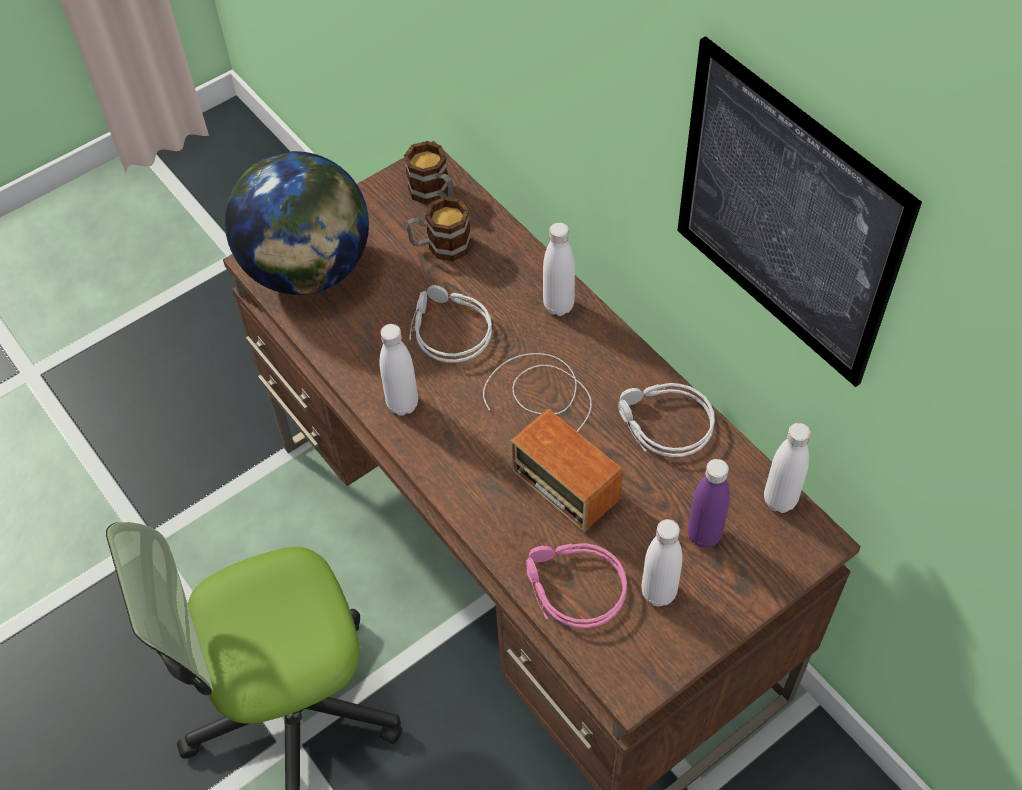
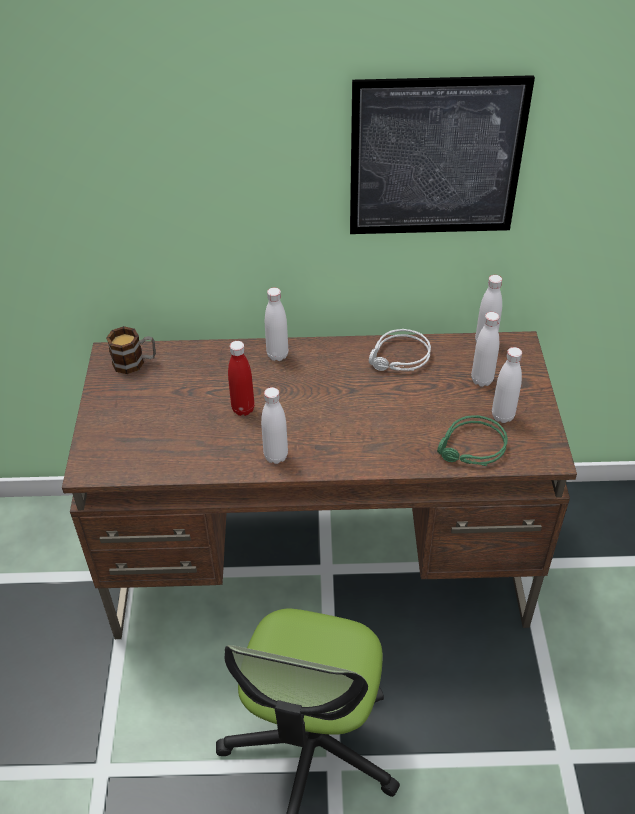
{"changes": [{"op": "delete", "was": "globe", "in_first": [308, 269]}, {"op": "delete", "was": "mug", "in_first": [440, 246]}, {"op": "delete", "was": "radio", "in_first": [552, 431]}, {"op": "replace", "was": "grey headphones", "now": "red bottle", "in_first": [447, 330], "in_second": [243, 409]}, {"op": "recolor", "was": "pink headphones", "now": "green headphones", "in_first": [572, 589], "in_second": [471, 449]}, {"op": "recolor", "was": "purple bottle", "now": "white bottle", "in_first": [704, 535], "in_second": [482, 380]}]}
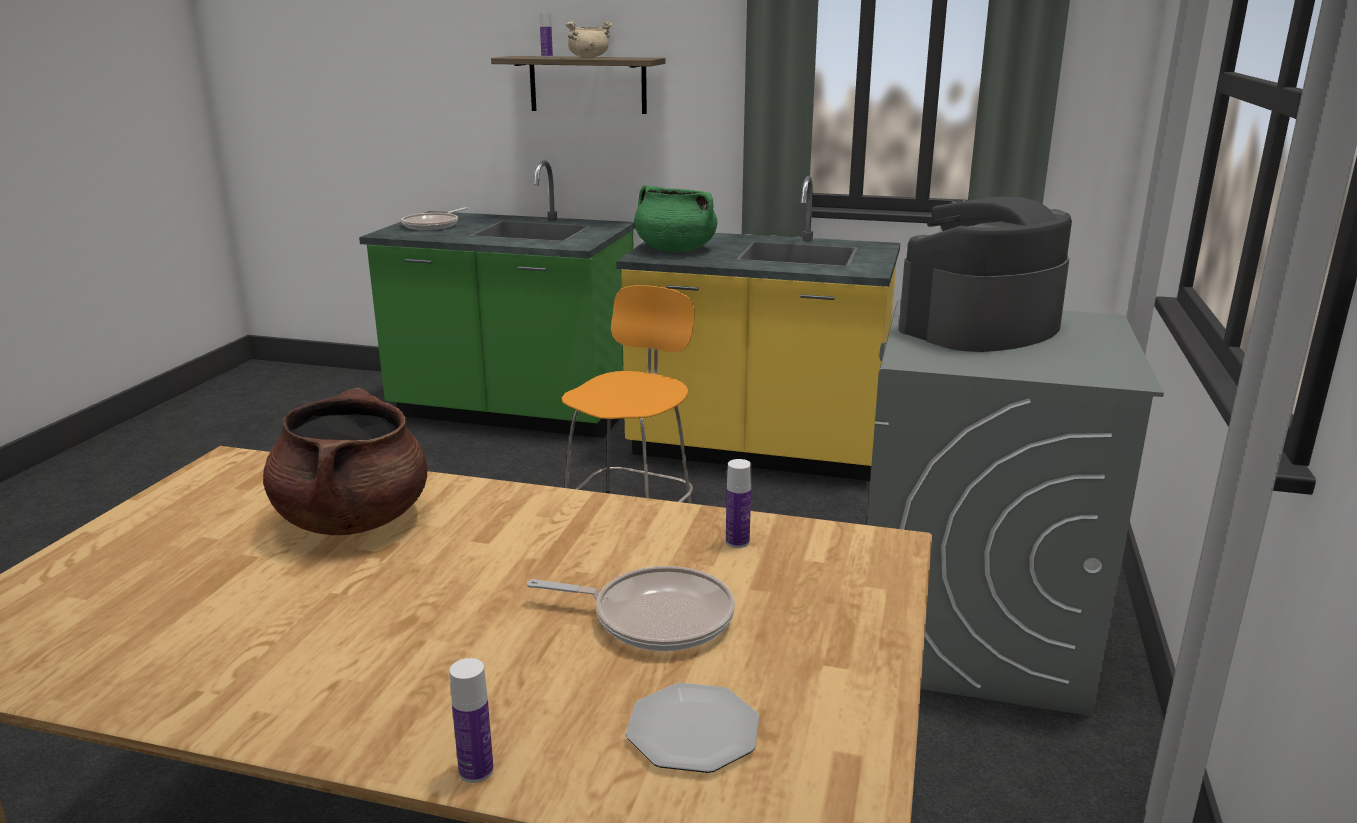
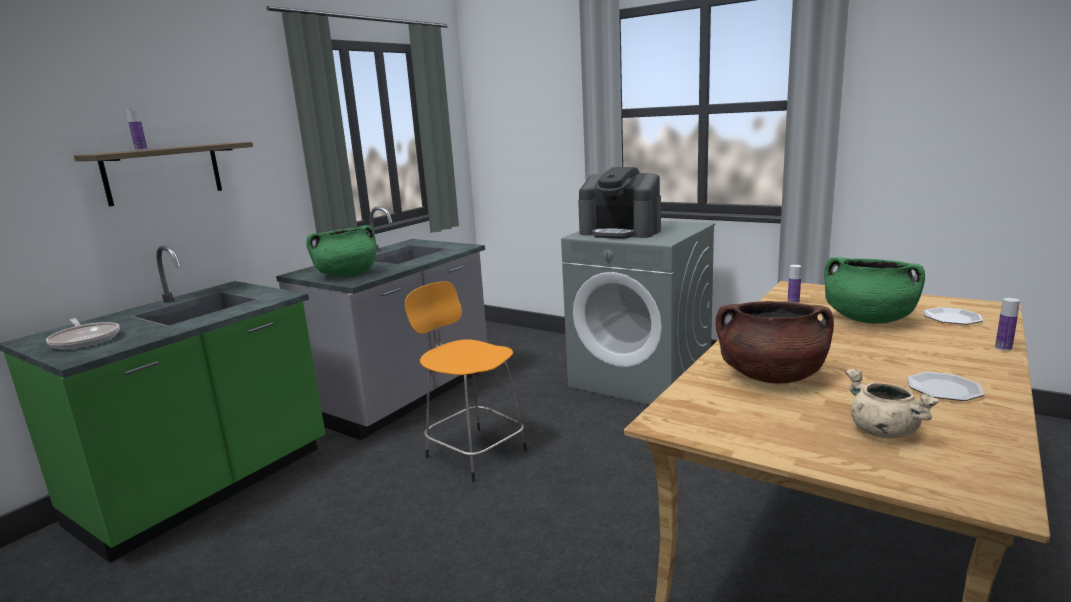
{"changes": [{"op": "insert", "now": "plate", "in_second": [944, 389]}, {"op": "move", "was": "beige cooking pot", "in_first": [588, 57], "in_second": [882, 431]}, {"op": "replace", "was": "frying pan", "now": "green cooking pot", "in_first": [655, 617], "in_second": [868, 319]}, {"op": "recolor", "was": "yellow counter", "now": "grey counter", "in_first": [757, 450], "in_second": [404, 396]}, {"op": "rotate", "was": "coffee machine", "in_first": [979, 328], "in_second": [621, 232], "clockwise": -45}]}
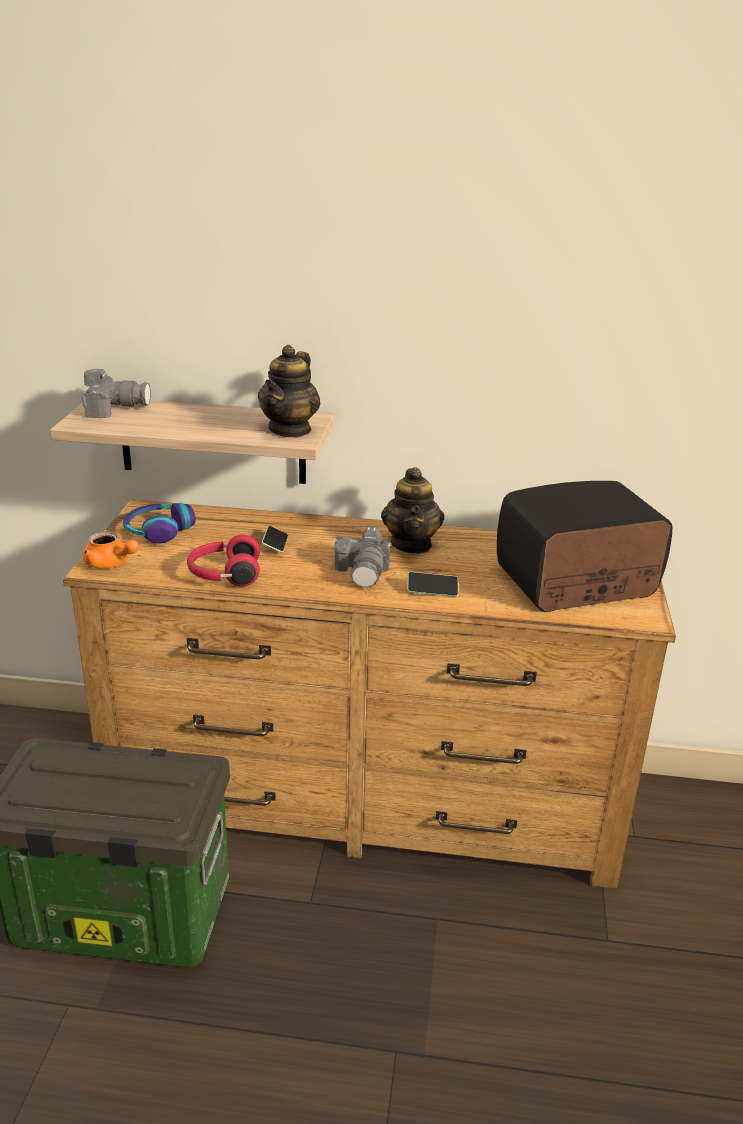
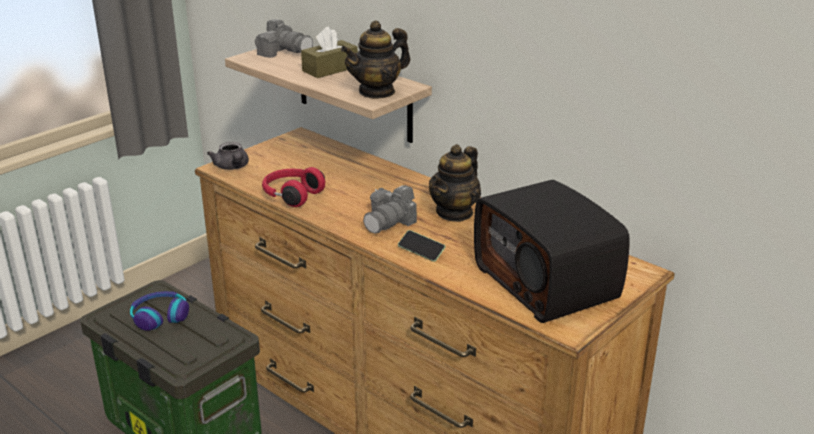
{"changes": [{"op": "delete", "was": "phone", "in_first": [275, 545]}, {"op": "insert", "now": "brown tissue box", "in_second": [330, 69]}, {"op": "move", "was": "headphones", "in_first": [158, 531], "in_second": [160, 316]}, {"op": "recolor", "was": "orange teapot", "now": "grey teapot", "in_first": [110, 564], "in_second": [232, 167]}, {"op": "rotate", "was": "radio", "in_first": [575, 583], "in_second": [548, 282], "clockwise": -135}]}
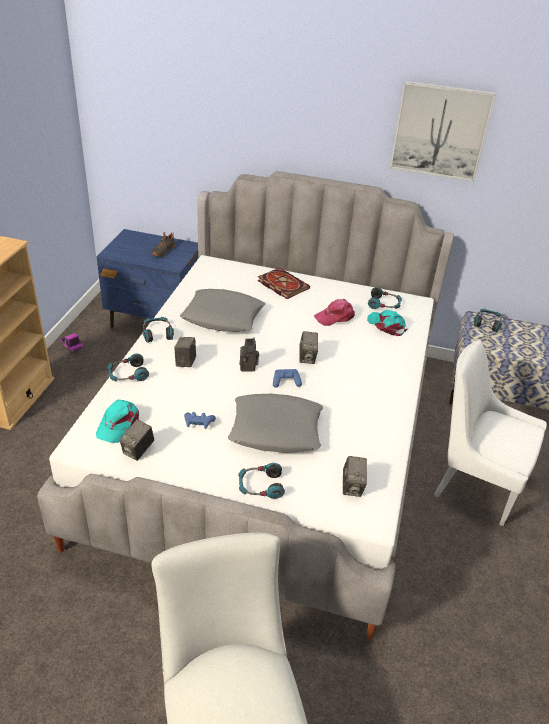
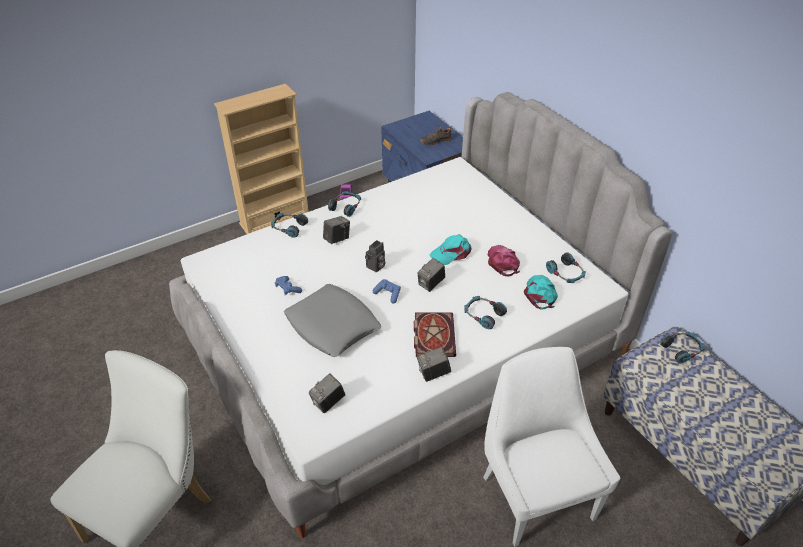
{"changes": [{"op": "delete", "was": "grey pillow", "in_first": [223, 317]}, {"op": "delete", "was": "picture", "in_first": [440, 131]}, {"op": "move", "was": "turquoise cap", "in_first": [118, 424], "in_second": [451, 253]}, {"op": "move", "was": "photo camera", "in_first": [138, 451], "in_second": [433, 373]}, {"op": "move", "was": "headphones", "in_first": [260, 486], "in_second": [483, 315]}, {"op": "move", "was": "book", "in_first": [281, 285], "in_second": [433, 335]}, {"op": "rotate", "was": "pink cap", "in_first": [335, 317], "in_second": [503, 262], "clockwise": 60}]}
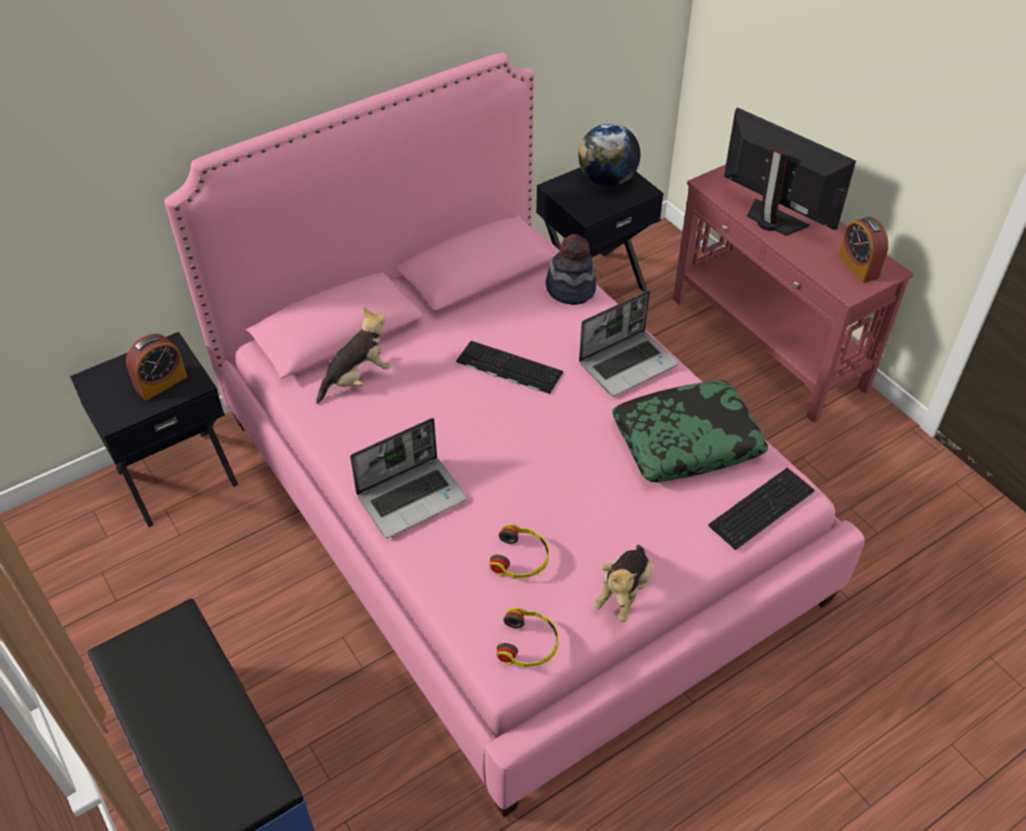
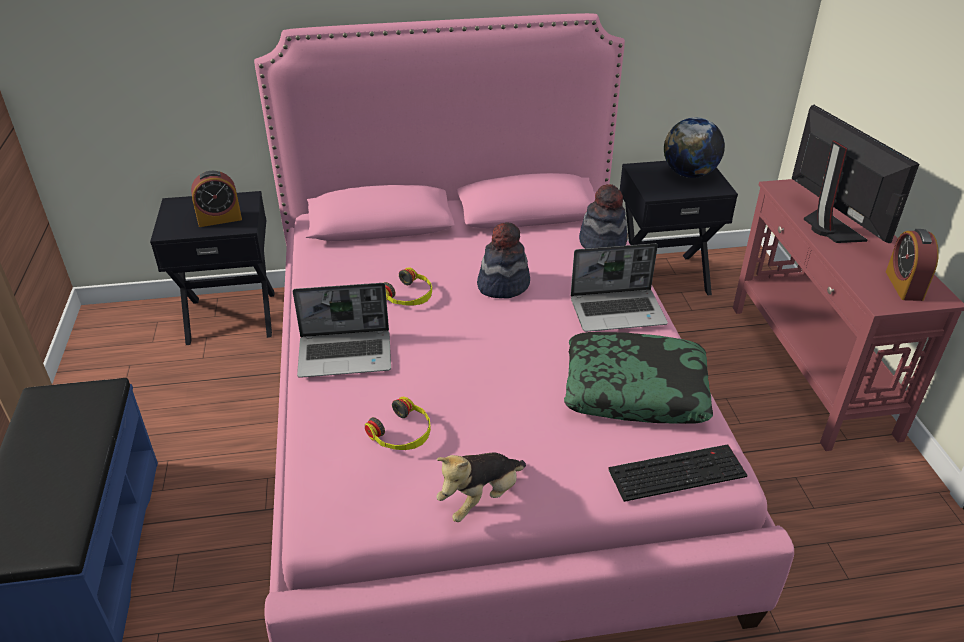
{"changes": [{"op": "delete", "was": "plush toy", "in_first": [357, 378]}, {"op": "move", "was": "headphones", "in_first": [529, 644], "in_second": [409, 296]}, {"op": "replace", "was": "keyboard", "now": "hat", "in_first": [507, 368], "in_second": [503, 284]}]}
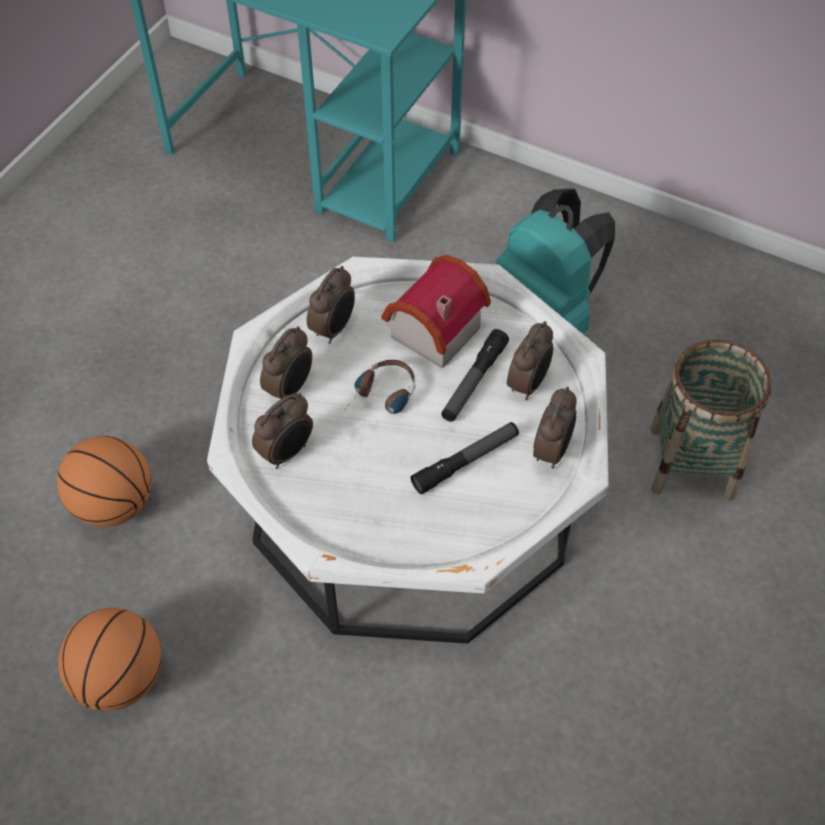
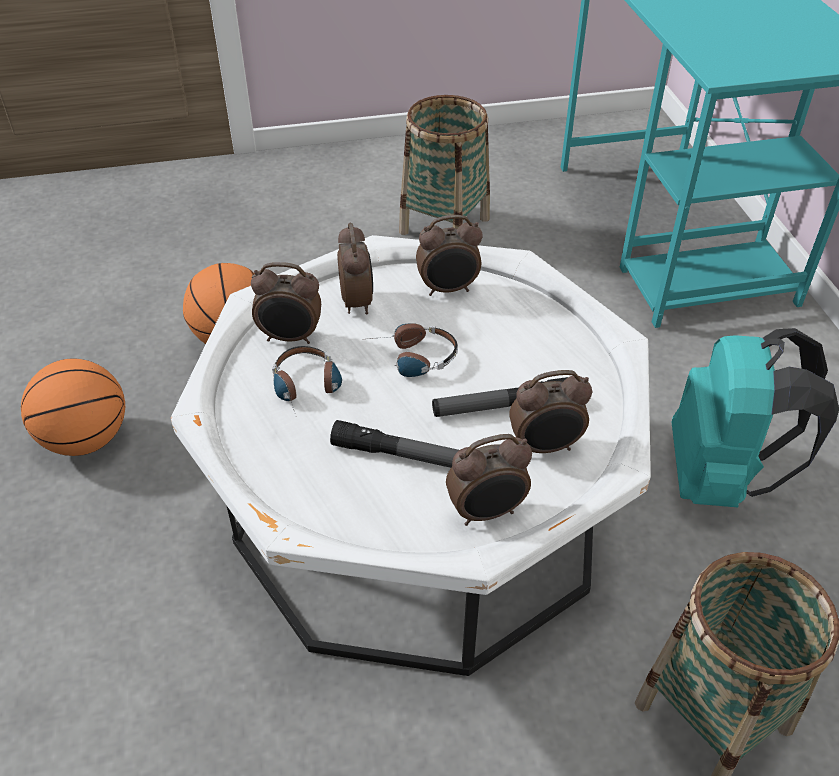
{"changes": [{"op": "delete", "was": "toy house", "in_first": [429, 331]}, {"op": "insert", "now": "headphones", "in_second": [308, 390]}, {"op": "insert", "now": "basket", "in_second": [444, 225]}, {"op": "rotate", "was": "alarm clock", "in_first": [290, 389], "in_second": [358, 302], "clockwise": -90}]}
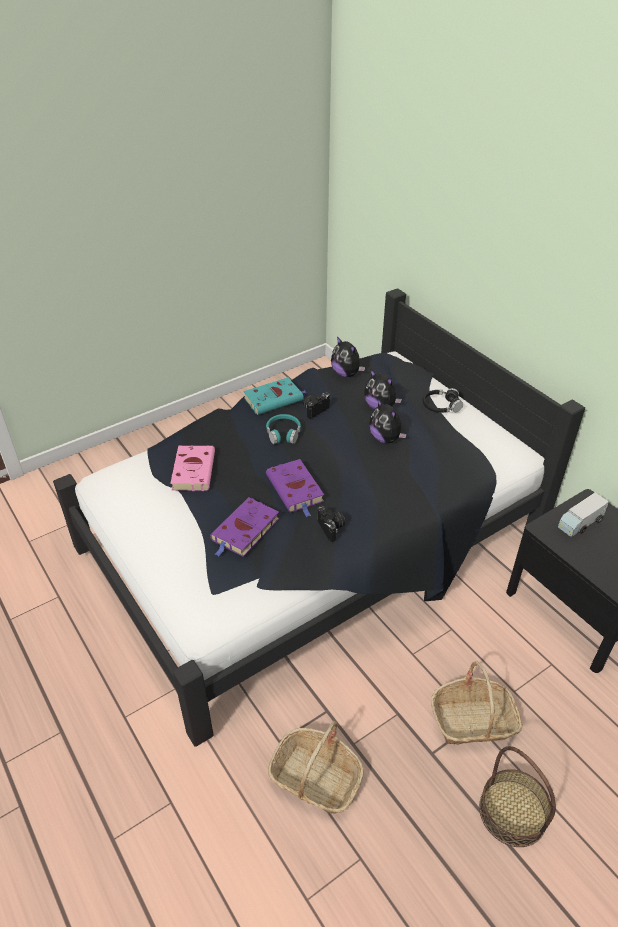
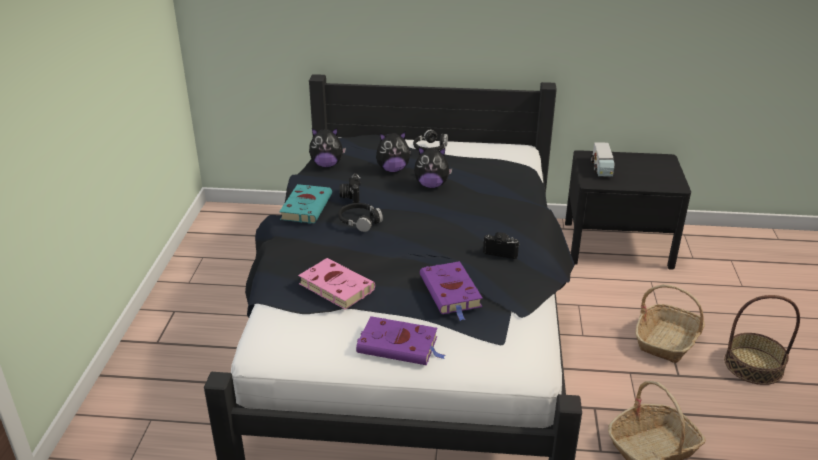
{"changes": [{"op": "move", "was": "purple book", "in_first": [296, 490], "in_second": [400, 345]}, {"op": "recolor", "was": "turquoise headphones", "now": "black headphones", "in_first": [283, 433], "in_second": [359, 221]}]}
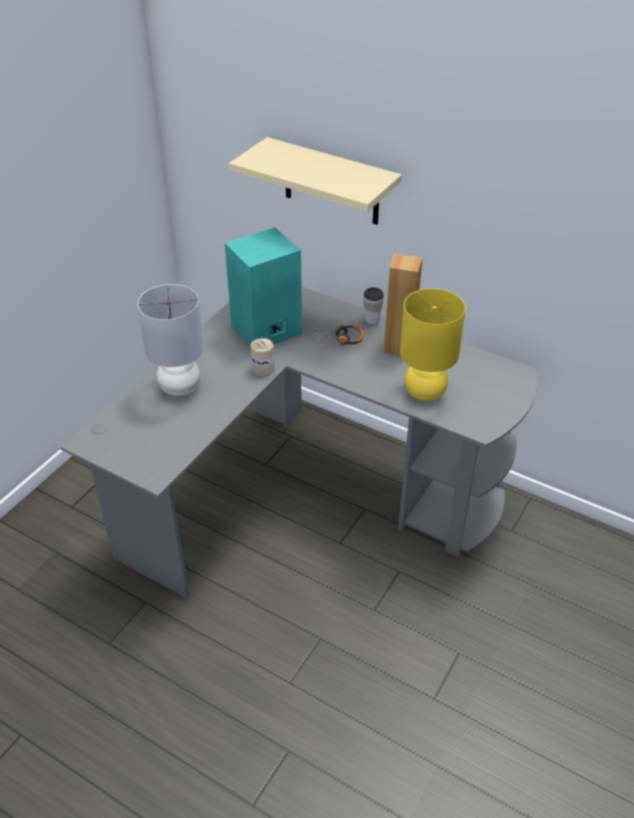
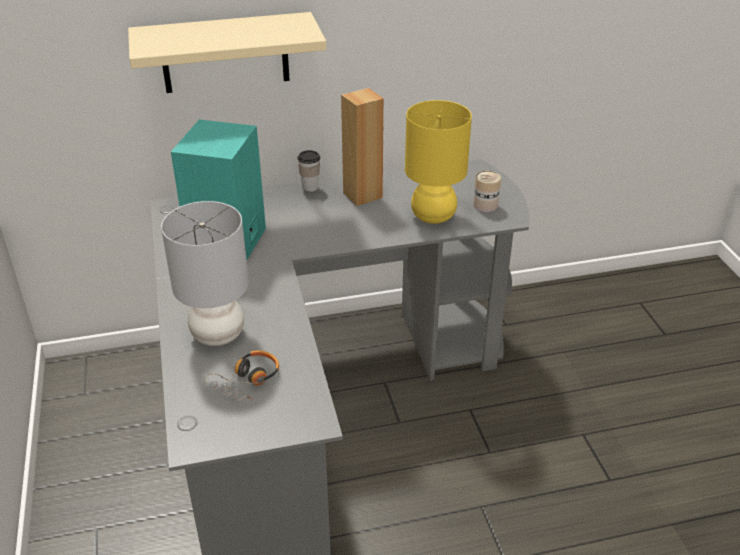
{"changes": [{"op": "move", "was": "can", "in_first": [263, 368], "in_second": [485, 205]}, {"op": "move", "was": "headphones", "in_first": [338, 340], "in_second": [247, 381]}]}
